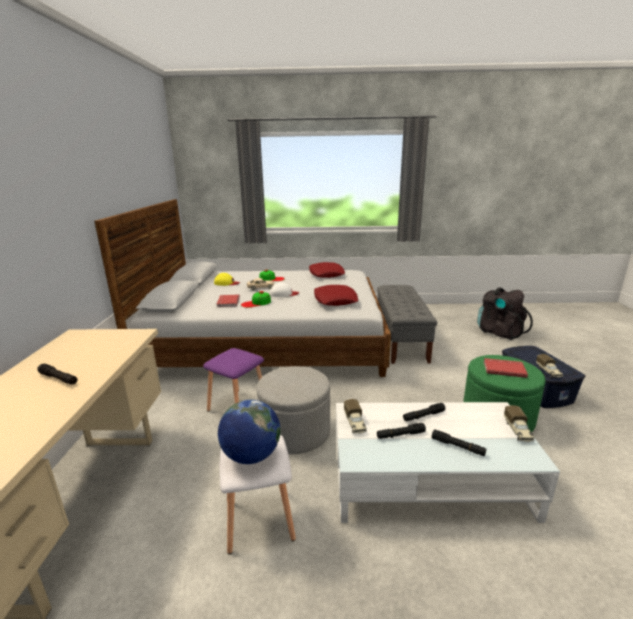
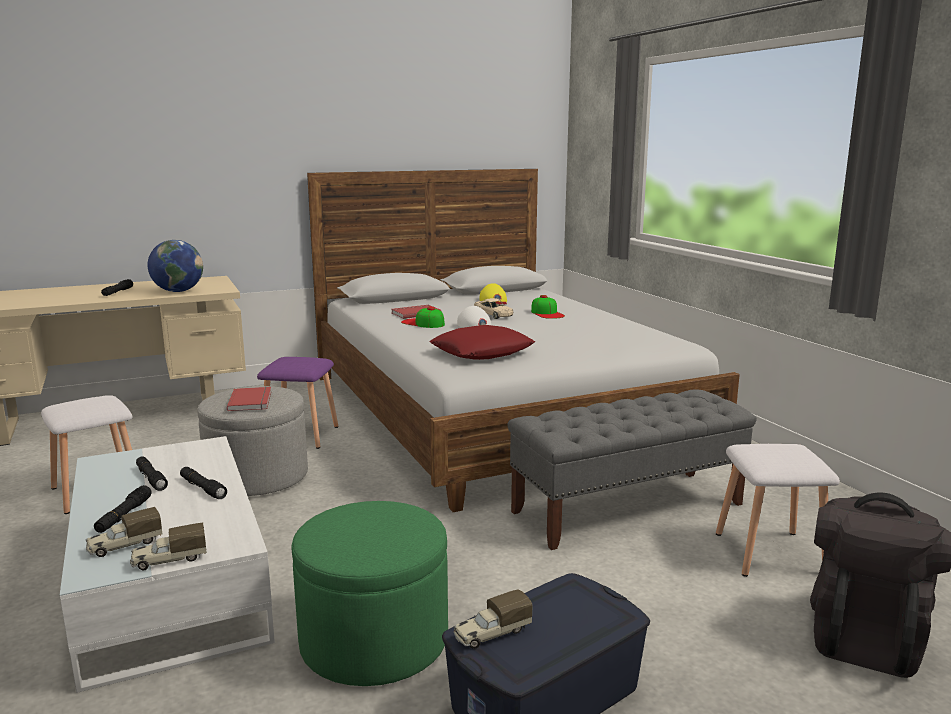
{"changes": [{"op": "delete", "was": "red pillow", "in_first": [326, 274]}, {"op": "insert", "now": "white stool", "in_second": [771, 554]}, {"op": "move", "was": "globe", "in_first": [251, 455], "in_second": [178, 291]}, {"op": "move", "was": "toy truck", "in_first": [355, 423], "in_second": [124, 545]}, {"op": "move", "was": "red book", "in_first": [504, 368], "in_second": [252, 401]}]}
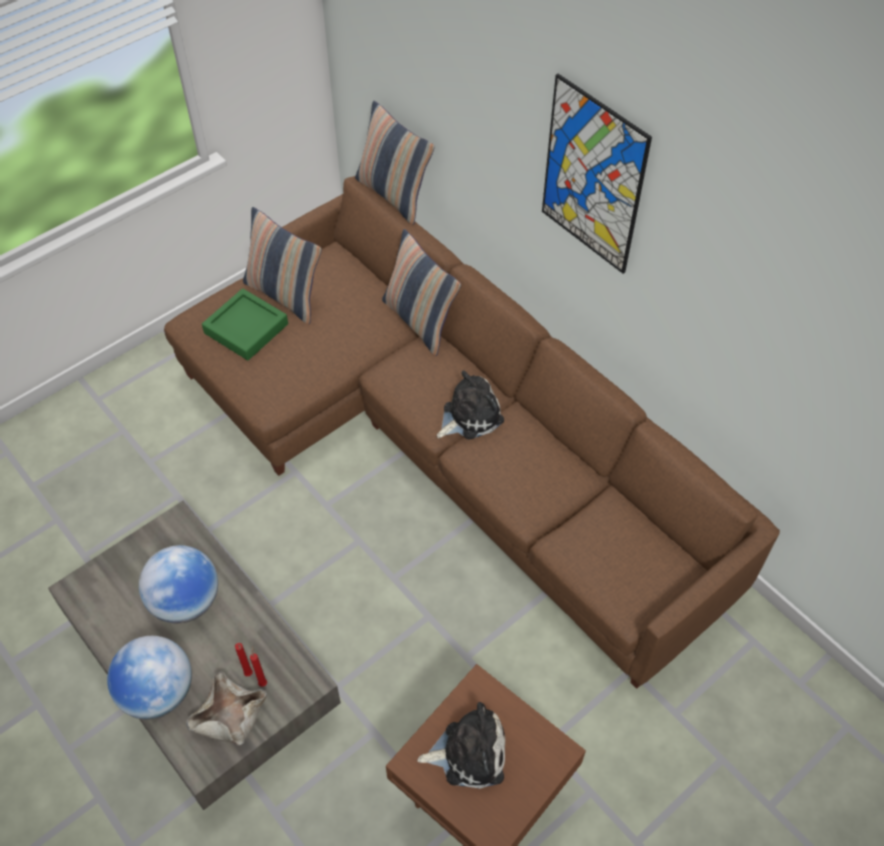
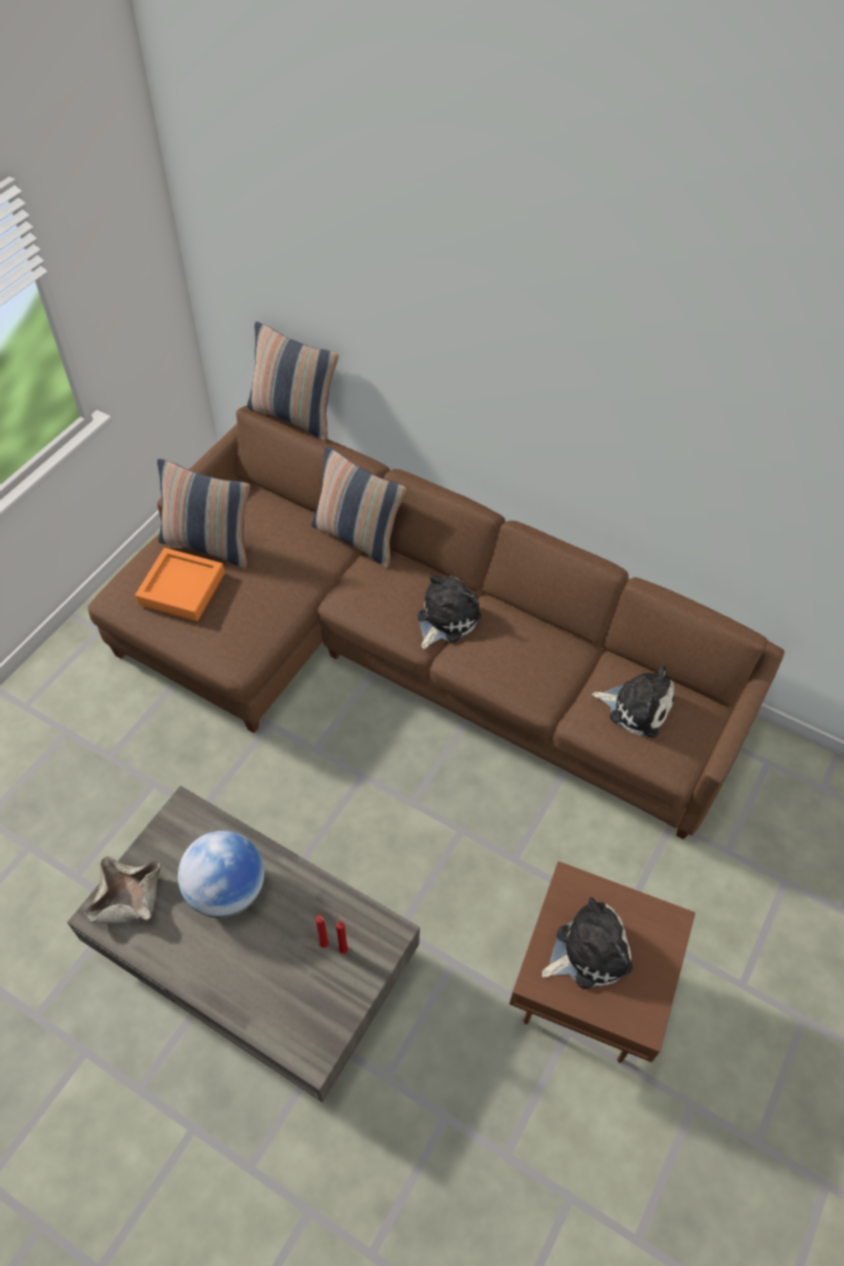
{"changes": [{"op": "delete", "was": "globe", "in_first": [158, 692]}, {"op": "delete", "was": "picture", "in_first": [593, 176]}, {"op": "insert", "now": "plush toy", "in_second": [636, 707]}, {"op": "move", "was": "beige bowl", "in_first": [229, 716], "in_second": [127, 898]}, {"op": "recolor", "was": "green tray", "now": "orange tray", "in_first": [246, 328], "in_second": [182, 588]}]}
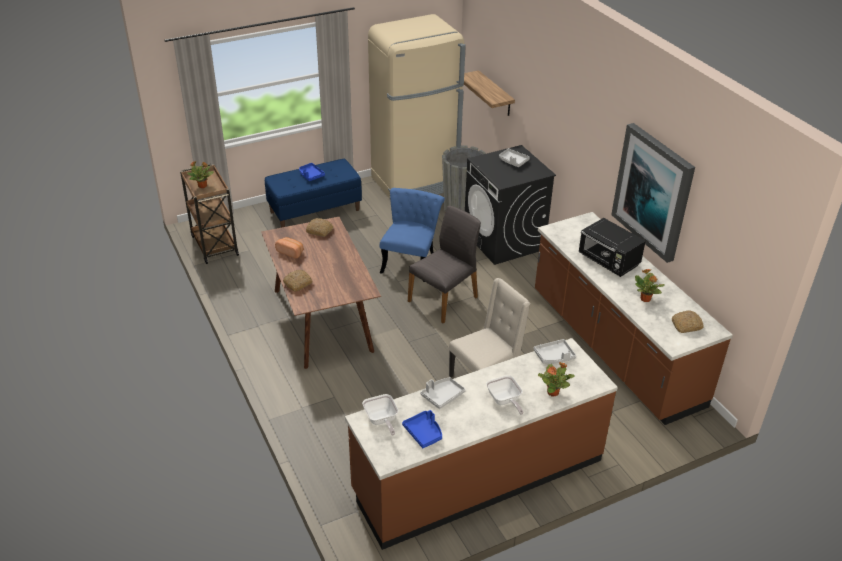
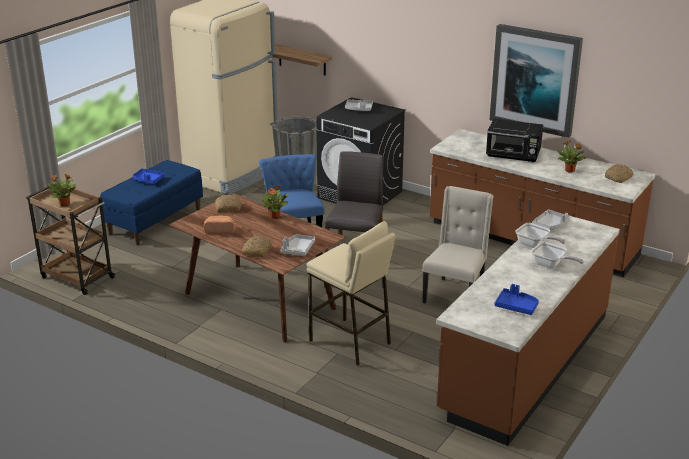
{"changes": [{"op": "insert", "now": "beige stool", "in_second": [350, 342]}, {"op": "move", "was": "frying pan", "in_first": [381, 421], "in_second": [534, 245]}, {"op": "move", "was": "grey tray", "in_first": [442, 396], "in_second": [298, 249]}, {"op": "move", "was": "potted plant", "in_first": [553, 392], "in_second": [275, 216]}]}
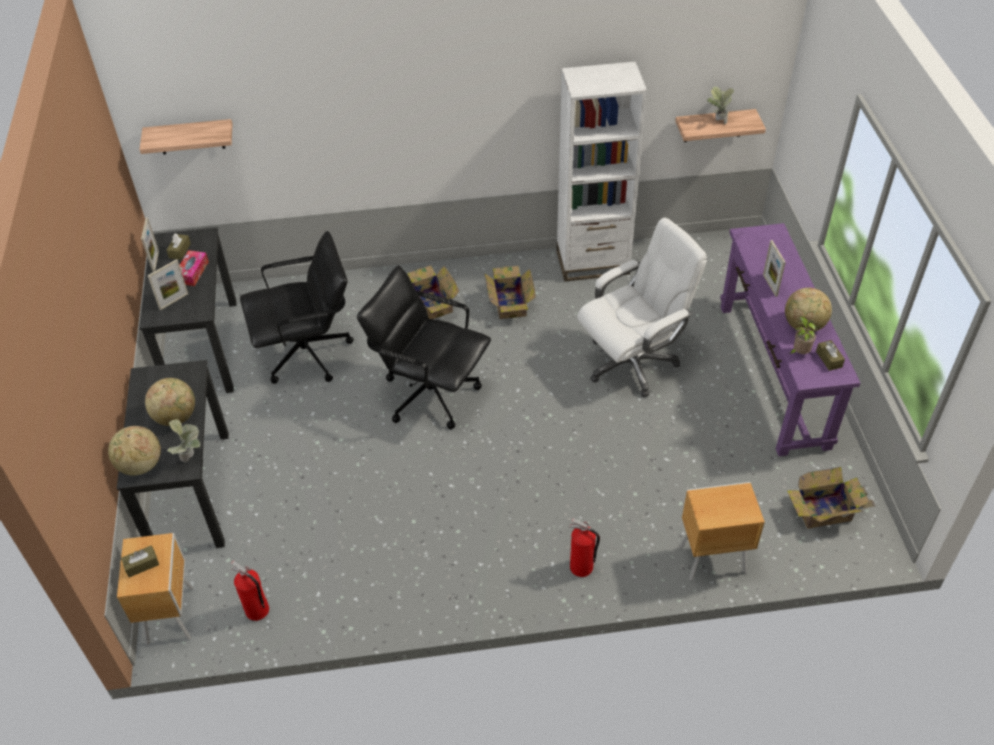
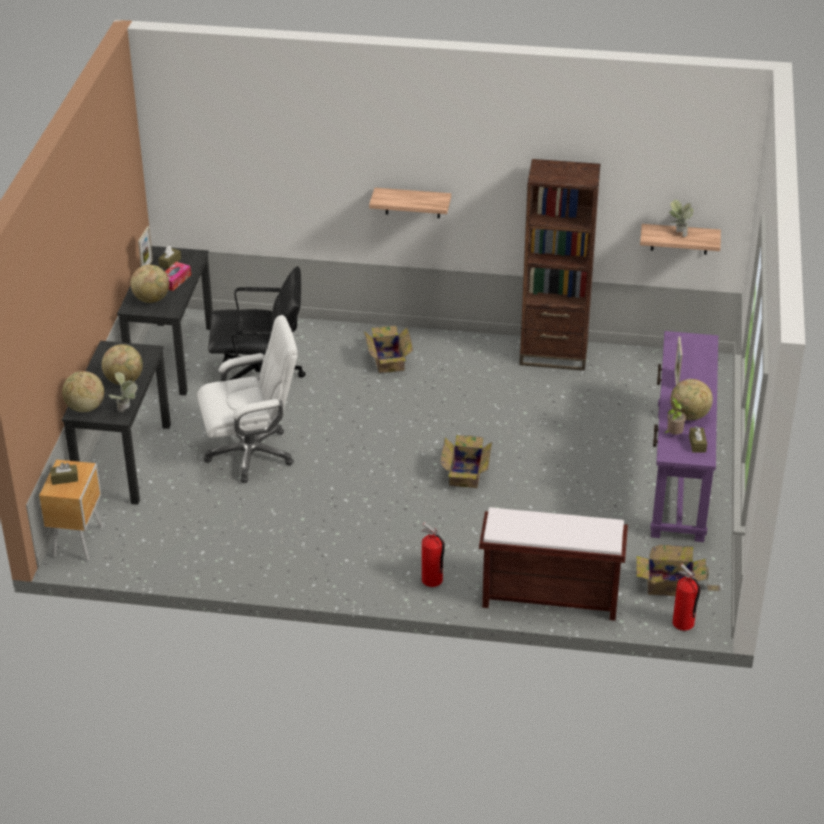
{"changes": [{"op": "delete", "was": "black office chair", "in_first": [430, 393]}, {"op": "move", "was": "shelf", "in_first": [190, 137], "in_second": [412, 203]}, {"op": "move", "was": "fire extinguisher", "in_first": [257, 611], "in_second": [683, 624]}, {"op": "move", "was": "cardboard box", "in_first": [510, 302], "in_second": [466, 472]}, {"op": "move", "was": "white office chair", "in_first": [632, 362], "in_second": [251, 453]}, {"op": "replace", "was": "picture frame", "now": "globe", "in_first": [174, 301], "in_second": [151, 299]}, {"op": "replace", "was": "brown nightstand", "now": "brown bench", "in_first": [710, 558], "in_second": [549, 597]}, {"op": "recolor", "was": "white bookcase", "now": "brown bookcase", "in_first": [592, 262], "in_second": [553, 354]}]}
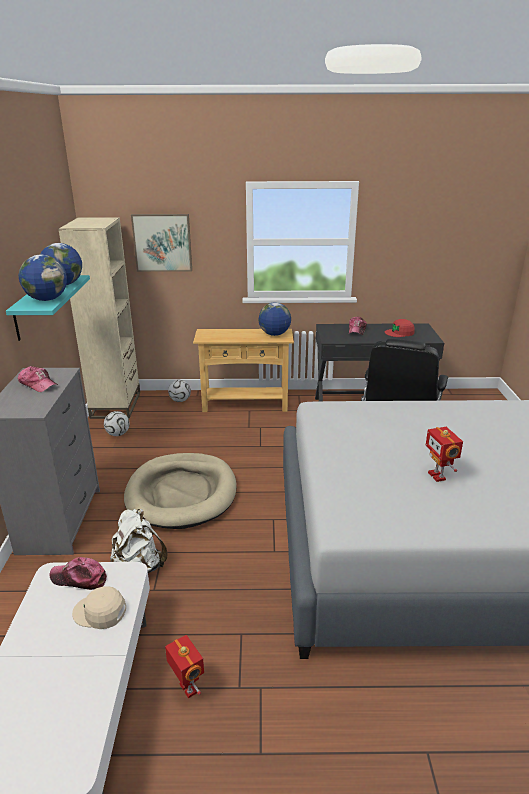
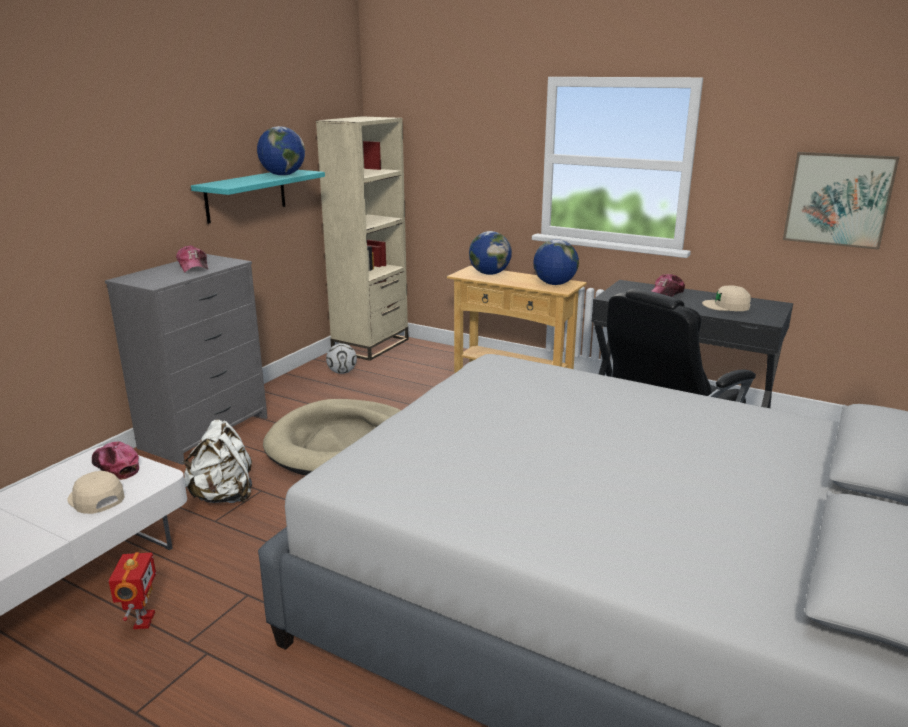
{"changes": [{"op": "delete", "was": "football", "in_first": [180, 400]}, {"op": "delete", "was": "toy robot", "in_first": [438, 476]}, {"op": "move", "was": "globe", "in_first": [47, 299], "in_second": [489, 274]}, {"op": "move", "was": "picture", "in_first": [162, 242], "in_second": [838, 199]}, {"op": "recolor", "was": "red cap", "now": "beige cap", "in_first": [399, 333], "in_second": [726, 306]}]}
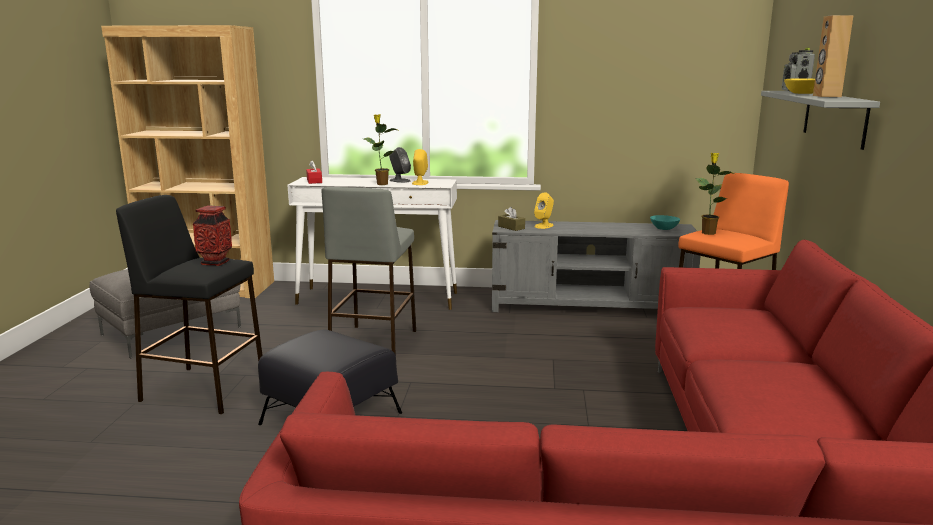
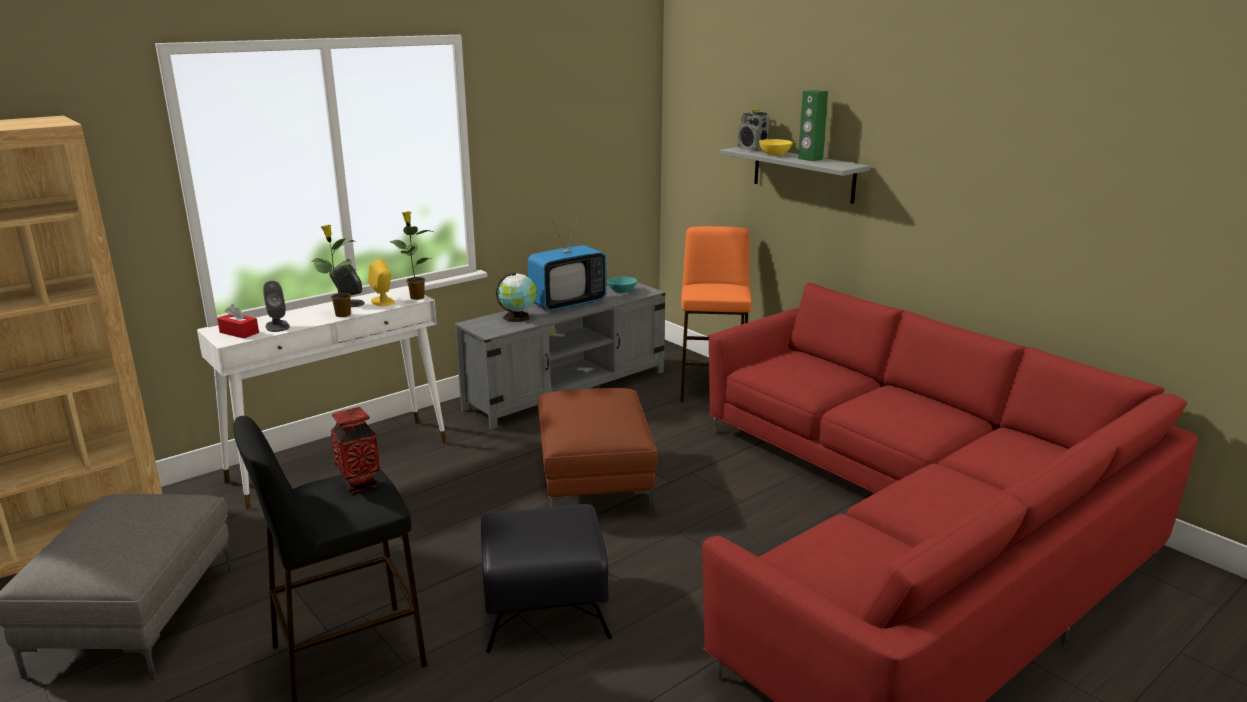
{"changes": [{"op": "delete", "was": "grey stool", "in_first": [373, 343]}, {"op": "delete", "was": "brown tissue box", "in_first": [511, 227]}, {"op": "insert", "now": "grey speaker", "in_second": [277, 326]}, {"op": "insert", "now": "television", "in_second": [568, 304]}, {"op": "insert", "now": "brown ottoman", "in_second": [596, 483]}, {"op": "move", "was": "potted plant", "in_first": [708, 233], "in_second": [416, 297]}, {"op": "replace", "was": "yellow speaker", "now": "globe", "in_first": [544, 226], "in_second": [518, 317]}, {"op": "recolor", "was": "brown speaker", "now": "green speaker", "in_first": [826, 96], "in_second": [810, 159]}]}
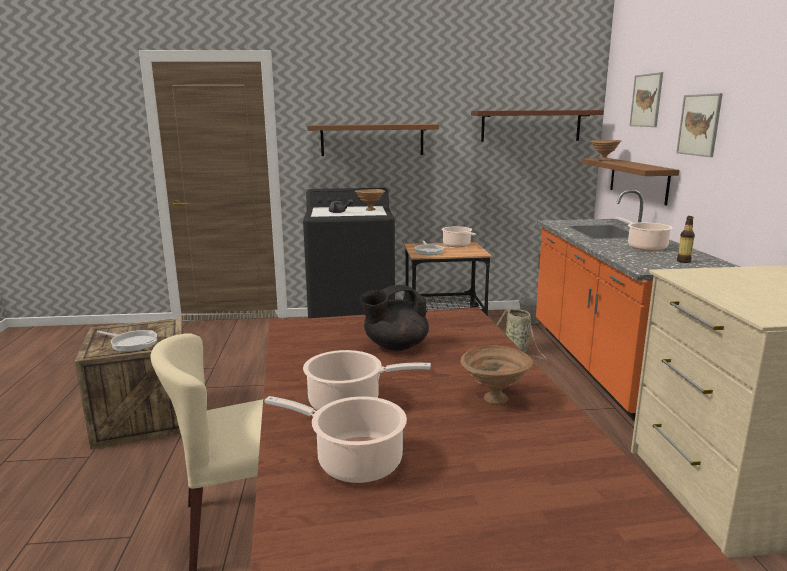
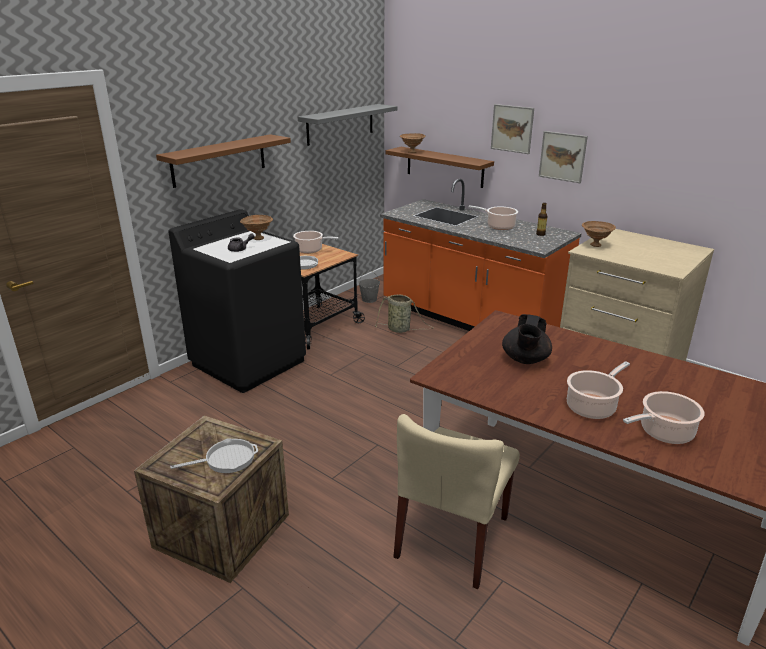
{"changes": [{"op": "move", "was": "brown bowl", "in_first": [494, 400], "in_second": [595, 245]}, {"op": "move", "was": "picture", "in_first": [646, 100], "in_second": [562, 156]}, {"op": "recolor", "was": "brown shelf", "now": "grey shelf", "in_first": [531, 126], "in_second": [340, 124]}]}
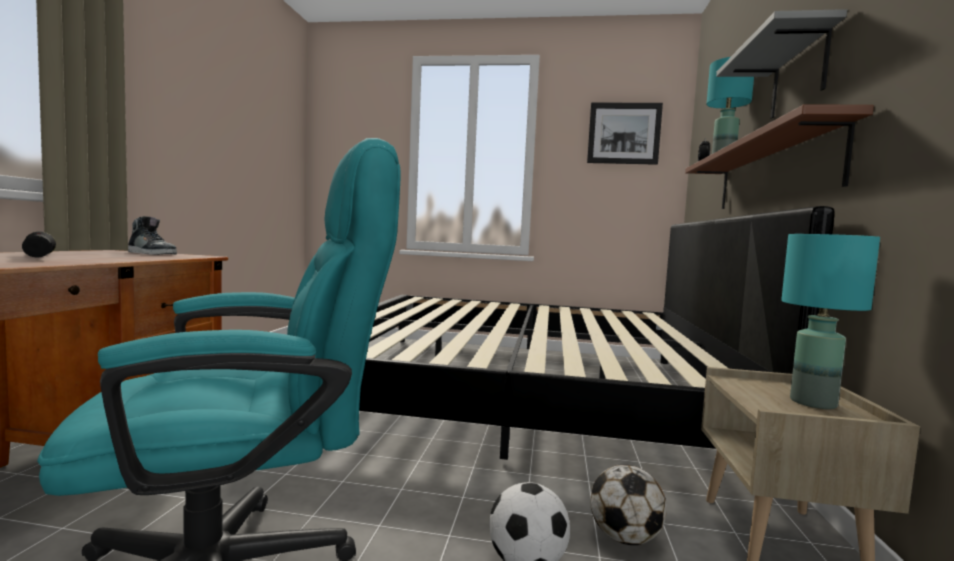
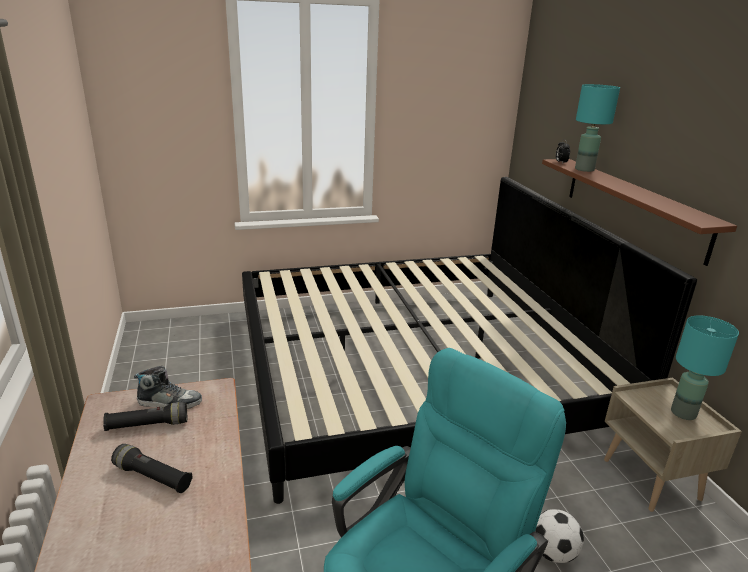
{"changes": [{"op": "delete", "was": "picture", "in_first": [624, 133]}, {"op": "delete", "was": "football", "in_first": [625, 538]}, {"op": "delete", "was": "grey shelf", "in_first": [799, 75]}, {"op": "insert", "now": "black flashlight", "in_second": [148, 425]}]}
